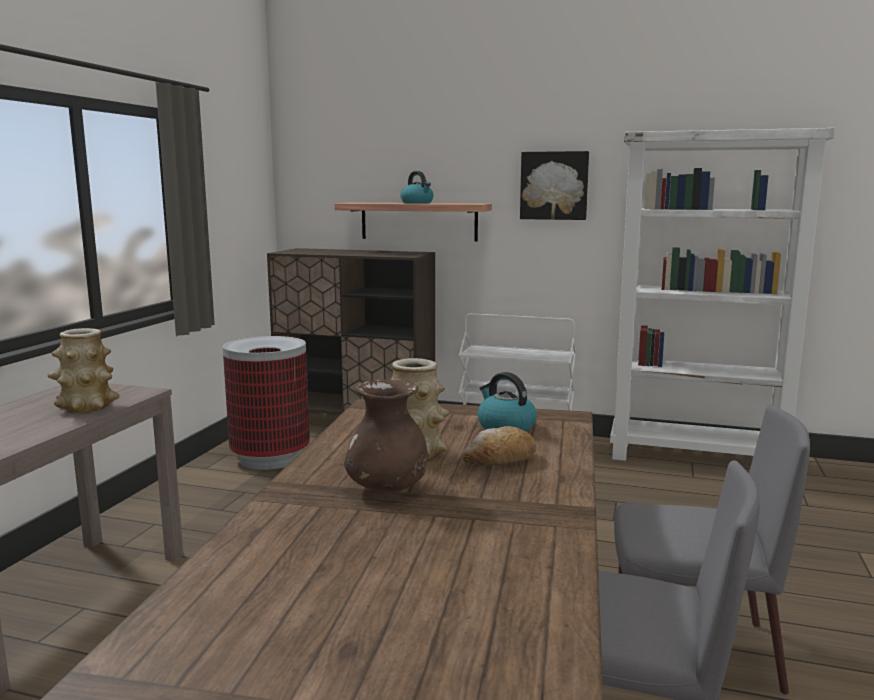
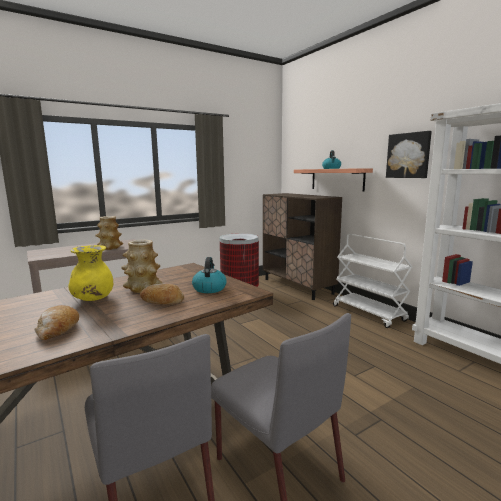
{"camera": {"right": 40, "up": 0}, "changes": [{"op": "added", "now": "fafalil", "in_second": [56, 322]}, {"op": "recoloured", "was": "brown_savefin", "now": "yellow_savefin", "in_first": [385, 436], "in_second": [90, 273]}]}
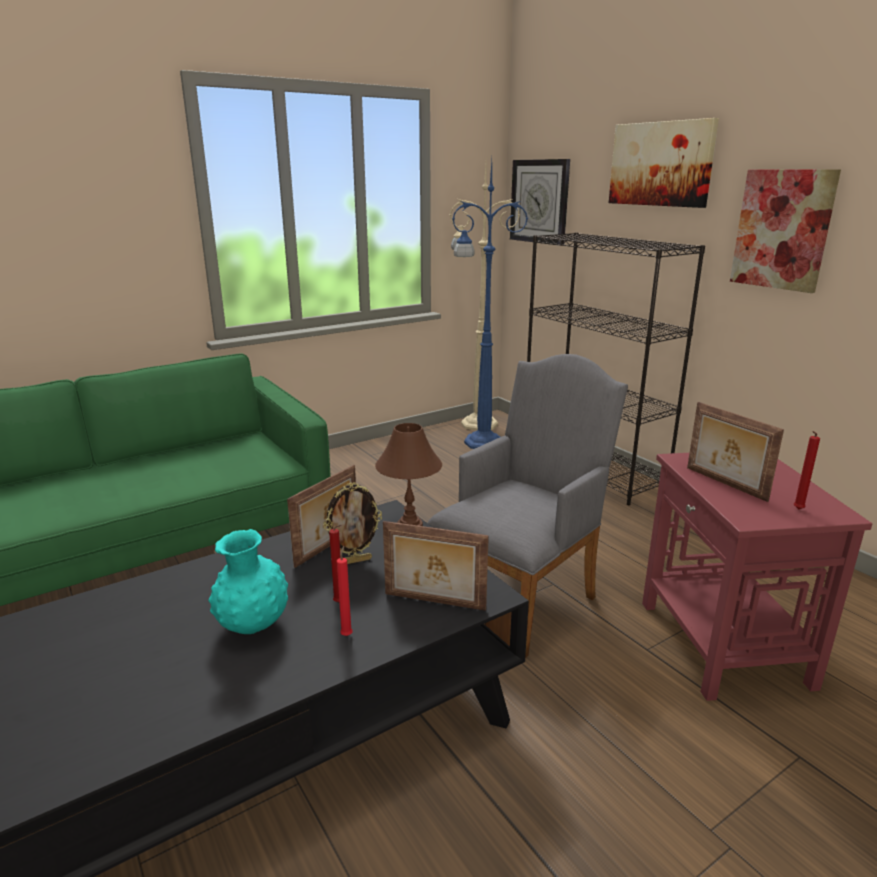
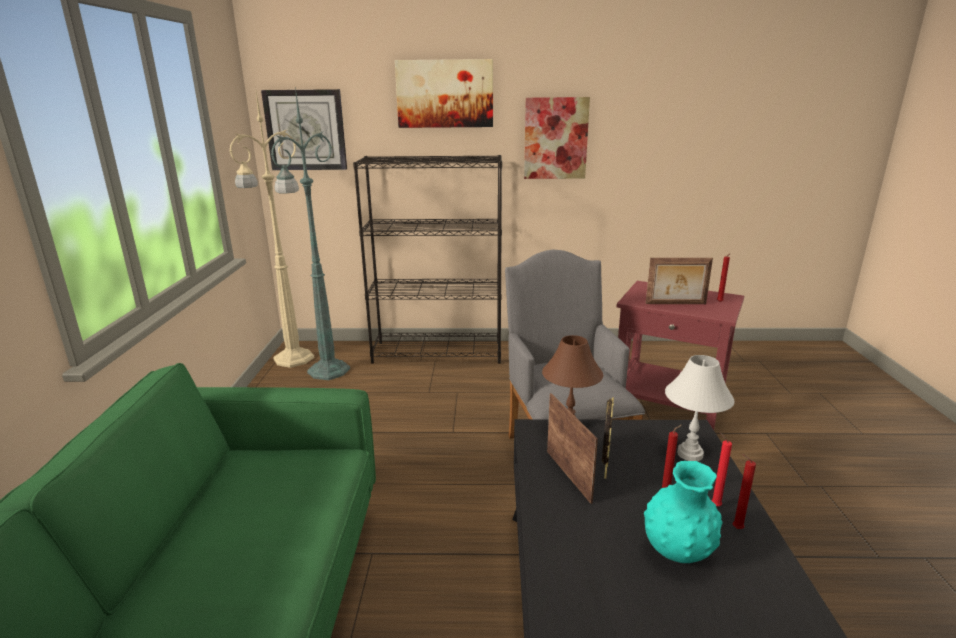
{"camera": {"right": -55, "up": 0}, "changes": [{"op": "recoloured", "was": "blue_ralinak", "now": "green_ralinak", "in_first": [490, 305], "in_second": [310, 233]}, {"op": "replaced", "was": "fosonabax", "now": "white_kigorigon", "in_first": [436, 566], "in_second": [700, 408]}, {"op": "added", "now": "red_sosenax", "in_second": [744, 491]}]}
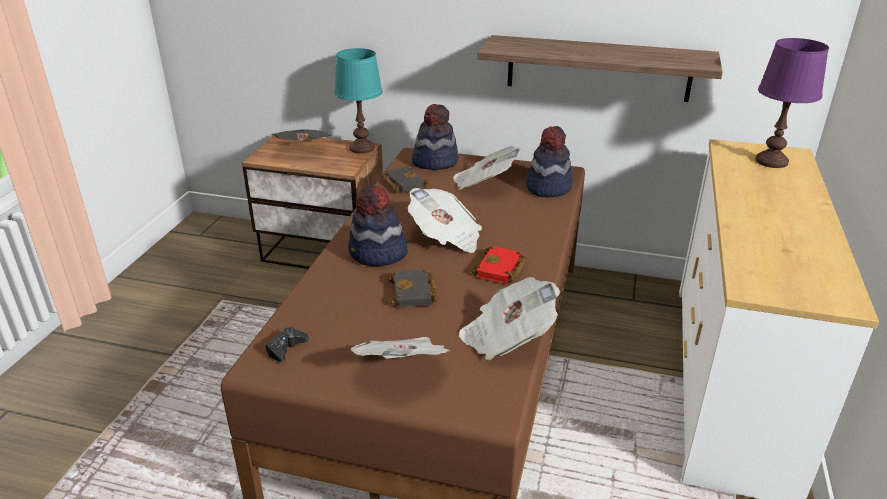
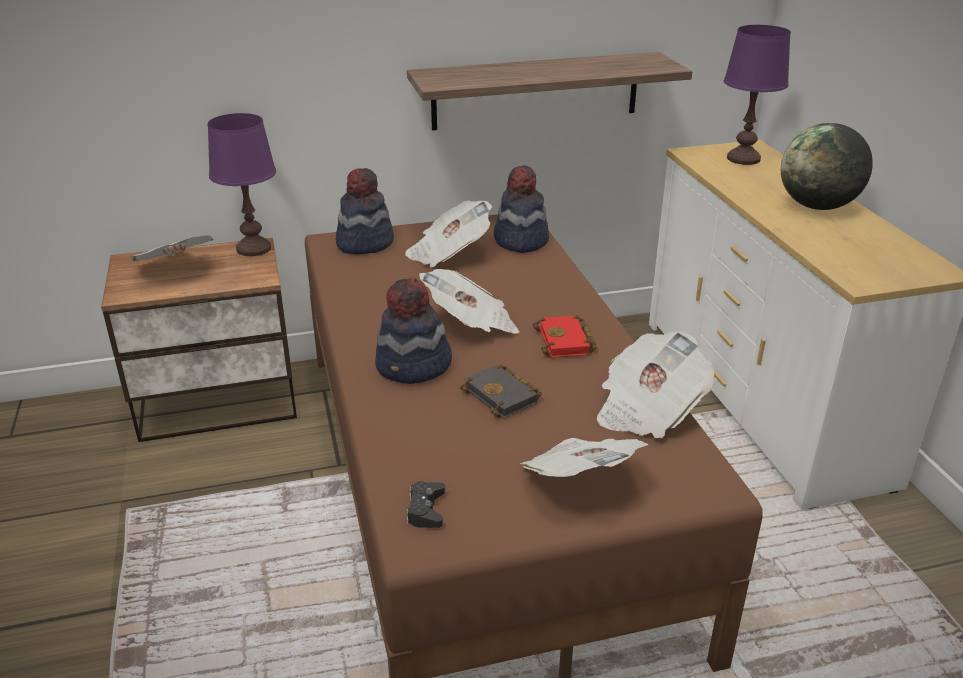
{"camera": {"right": -30, "up": 0}, "changes": [{"op": "recoloured", "was": "turquoise_kigorigon", "now": "purple_kigorigon", "in_first": [358, 101], "in_second": [241, 184]}, {"op": "added", "now": "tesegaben", "in_second": [827, 166]}, {"op": "removed", "was": "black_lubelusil", "in_first": [405, 179]}]}
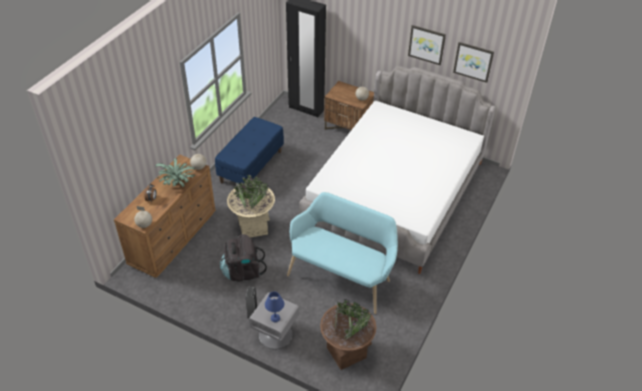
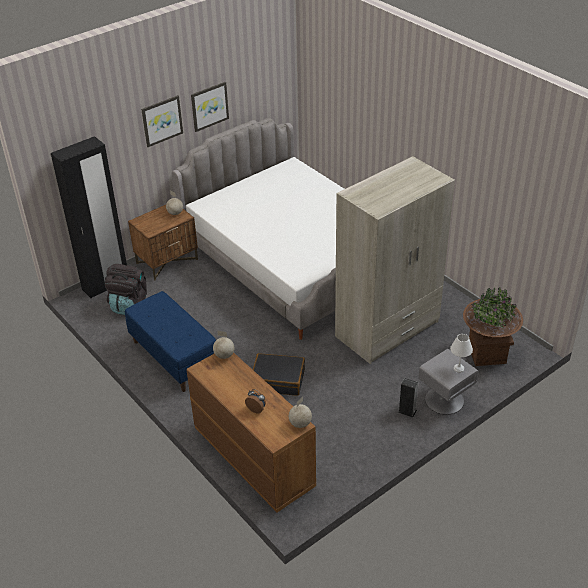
{"camera": {"right": -65, "up": -5}, "changes": [{"op": "moved", "was": "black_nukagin", "in_first": [243, 258], "in_second": [126, 289]}, {"op": "moved", "was": "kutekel", "in_first": [473, 62], "in_second": [162, 121]}, {"op": "replaced", "was": "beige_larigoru", "now": "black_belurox", "in_first": [251, 206], "in_second": [279, 374]}, {"op": "replaced", "was": "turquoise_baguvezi", "now": "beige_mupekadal", "in_first": [342, 253], "in_second": [395, 260]}, {"op": "recoloured", "was": "blue_kigorigon", "now": "white_kigorigon", "in_first": [274, 306], "in_second": [461, 353]}, {"op": "removed", "was": "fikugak", "in_first": [175, 172]}]}
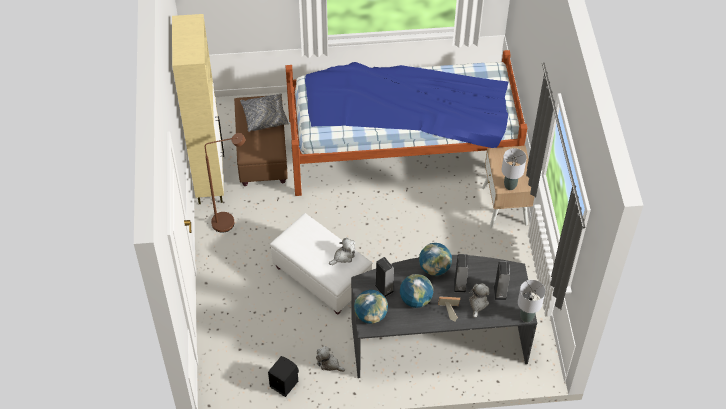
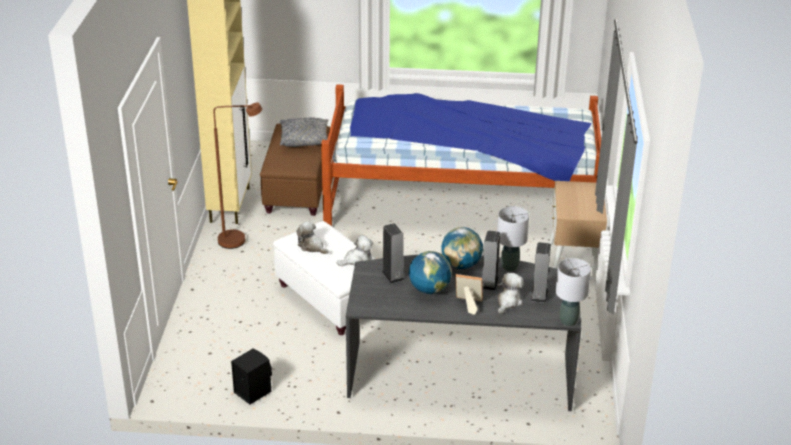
{"camera": {"right": 10, "up": -20}, "changes": [{"op": "moved", "was": "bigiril", "in_first": [330, 359], "in_second": [312, 237]}, {"op": "moved", "was": "grey_kigorigon", "in_first": [514, 169], "in_second": [513, 238]}, {"op": "removed", "was": "tesegaben", "in_first": [371, 307]}]}
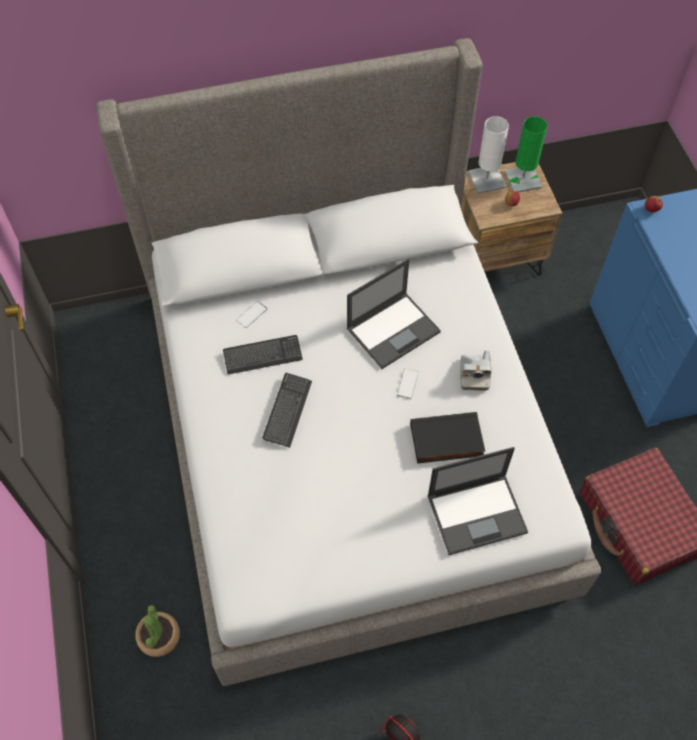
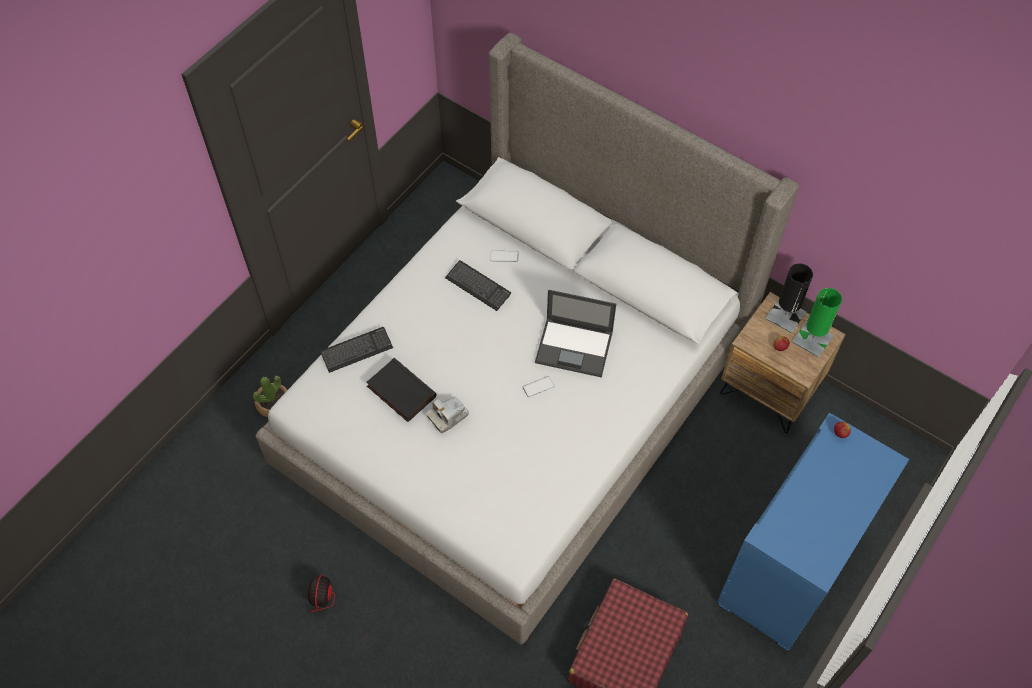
{"camera": {"right": 50, "up": 0}, "changes": [{"op": "moved", "was": "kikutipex", "in_first": [287, 410], "in_second": [356, 350]}, {"op": "moved", "was": "black_lubelusil", "in_first": [447, 438], "in_second": [401, 390]}, {"op": "moved", "was": "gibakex", "in_first": [476, 370], "in_second": [448, 414]}, {"op": "recoloured", "was": "white_kigorigon", "now": "black_kigorigon", "in_first": [488, 155], "in_second": [789, 298]}, {"op": "removed", "was": "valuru", "in_first": [477, 501]}]}
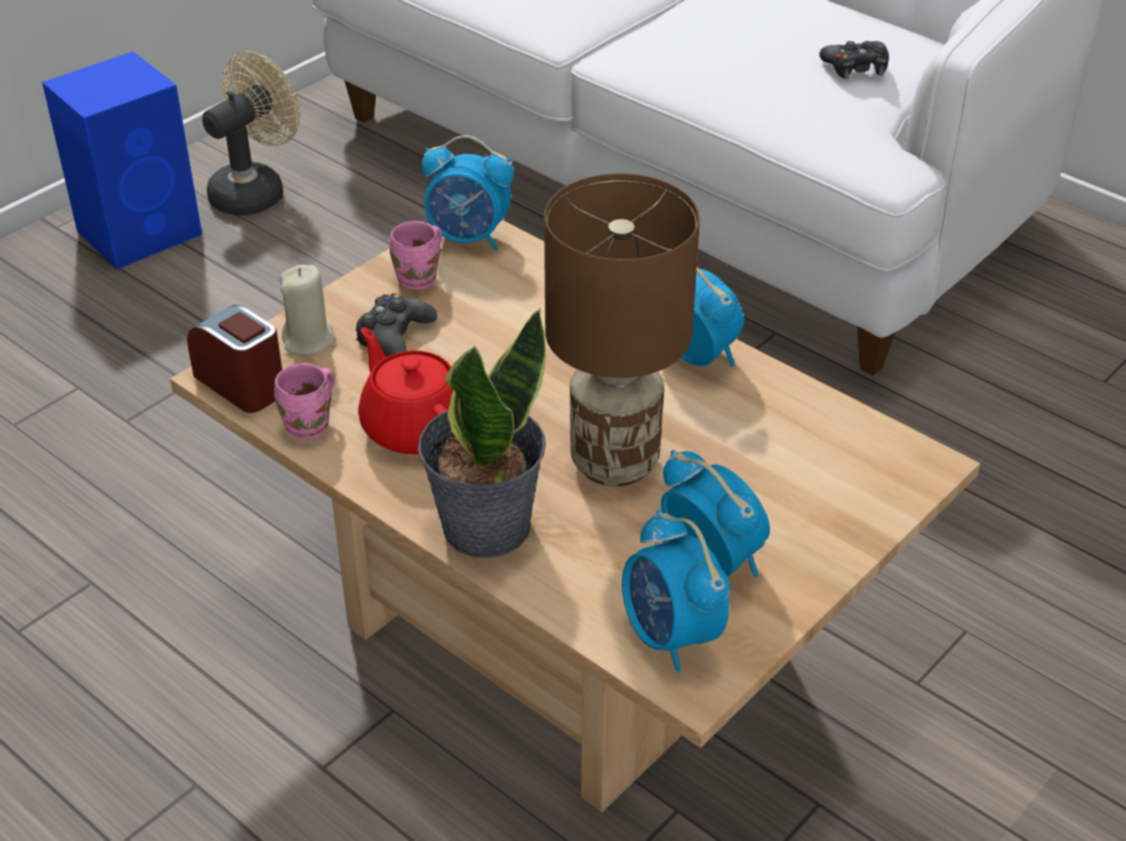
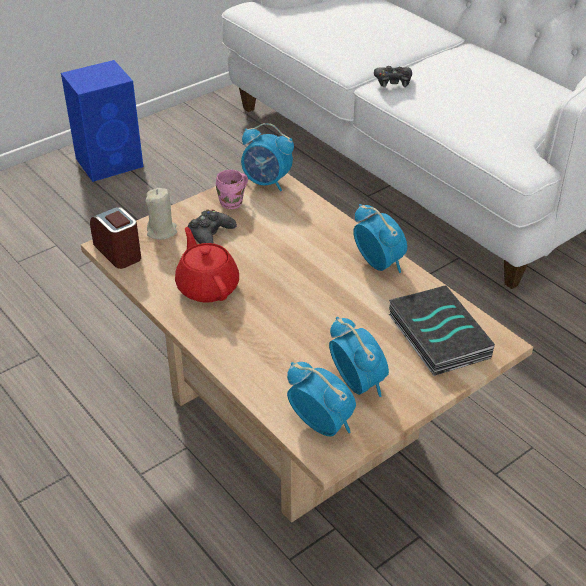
{"camera": {"right": 10, "up": 0}, "changes": [{"op": "turned", "was": "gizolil", "in_first": [676, 590], "in_second": [321, 399], "clockwise": 150}, {"op": "moved", "was": "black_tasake", "in_first": [854, 60], "in_second": [393, 76]}, {"op": "added", "now": "lubelusil", "in_second": [442, 330]}, {"op": "removed", "was": "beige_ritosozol", "in_first": [251, 134]}, {"op": "removed", "was": "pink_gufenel", "in_first": [304, 401]}, {"op": "removed", "was": "fikugak", "in_first": [482, 433]}, {"op": "removed", "was": "brown_kigorigon", "in_first": [622, 330]}]}
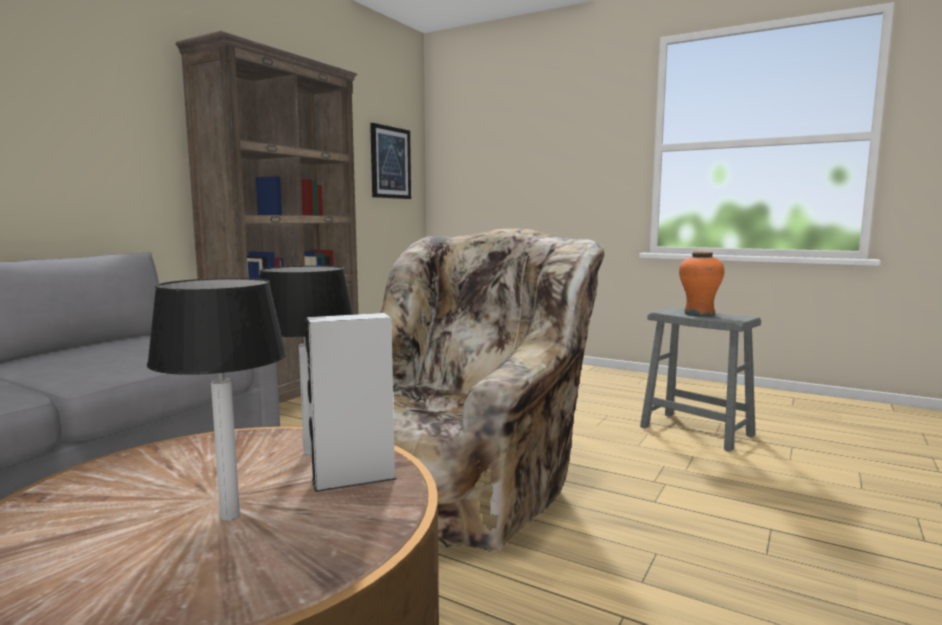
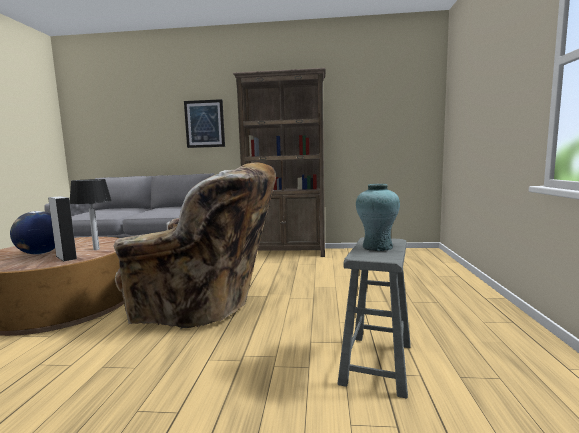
{"camera": {"right": 65, "up": 0}, "changes": [{"op": "replaced", "was": "kigorigon", "now": "tesegaben", "in_first": [216, 399], "in_second": [32, 232]}, {"op": "moved", "was": "kutekel", "in_first": [390, 161], "in_second": [204, 123]}, {"op": "recoloured", "was": "orange_savefin", "now": "turquoise_savefin", "in_first": [702, 284], "in_second": [378, 217]}]}
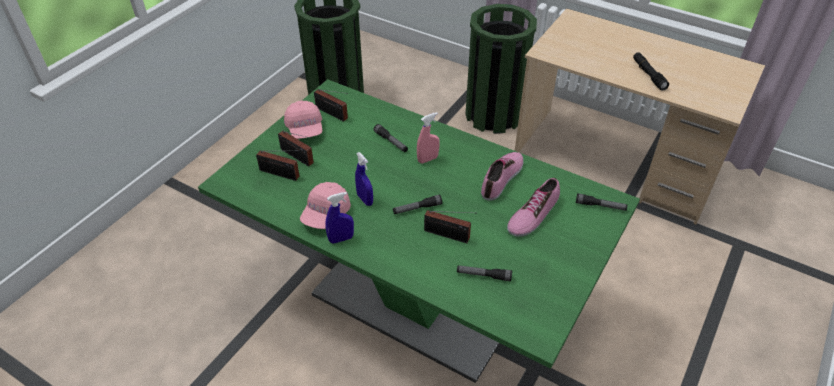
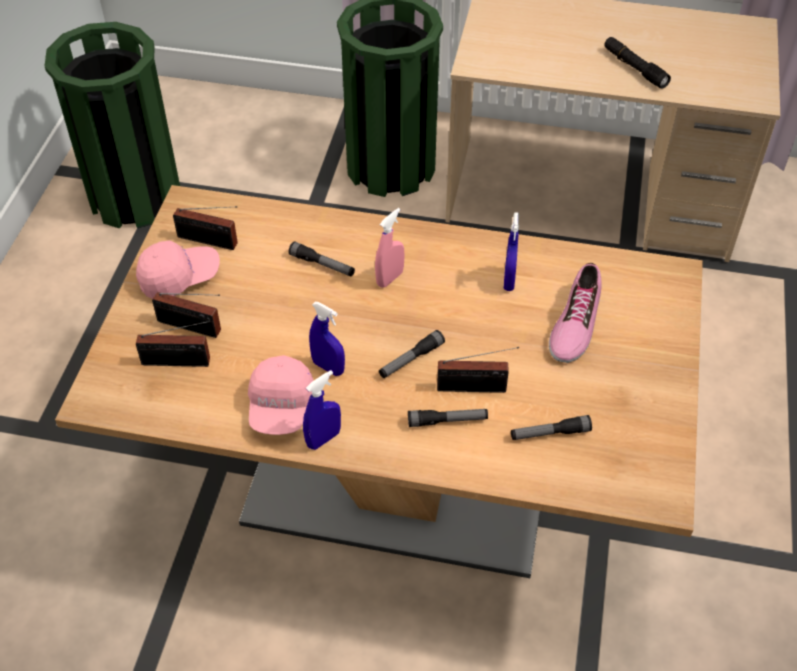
{"camera": {"right": -20, "up": 5}, "changes": [{"op": "recoloured", "was": "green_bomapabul", "now": "brown_bomapabul", "in_first": [419, 231], "in_second": [379, 381]}, {"op": "turned", "was": "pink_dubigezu", "in_first": [303, 120], "in_second": [178, 270], "clockwise": -75}, {"op": "moved", "was": "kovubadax", "in_first": [602, 202], "in_second": [448, 418]}, {"op": "replaced", "was": "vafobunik", "now": "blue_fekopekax", "in_first": [502, 176], "in_second": [511, 251]}]}
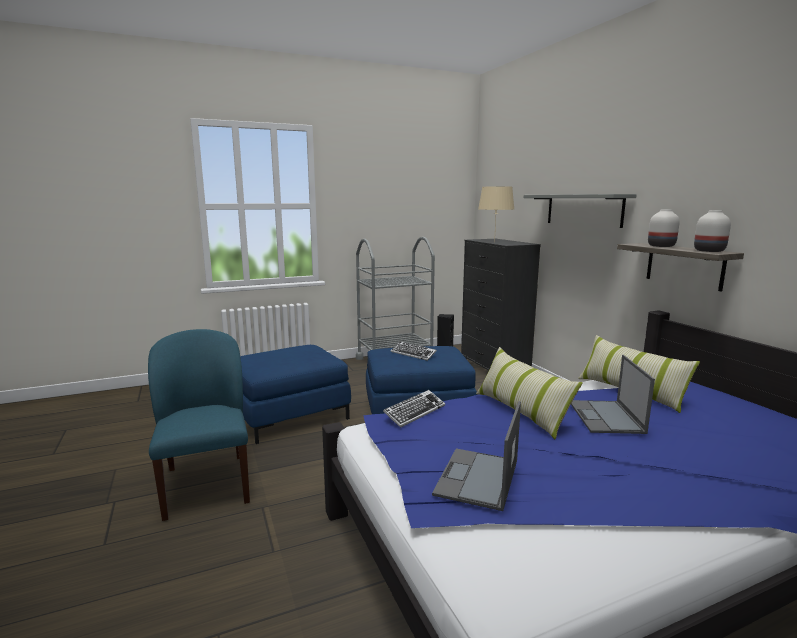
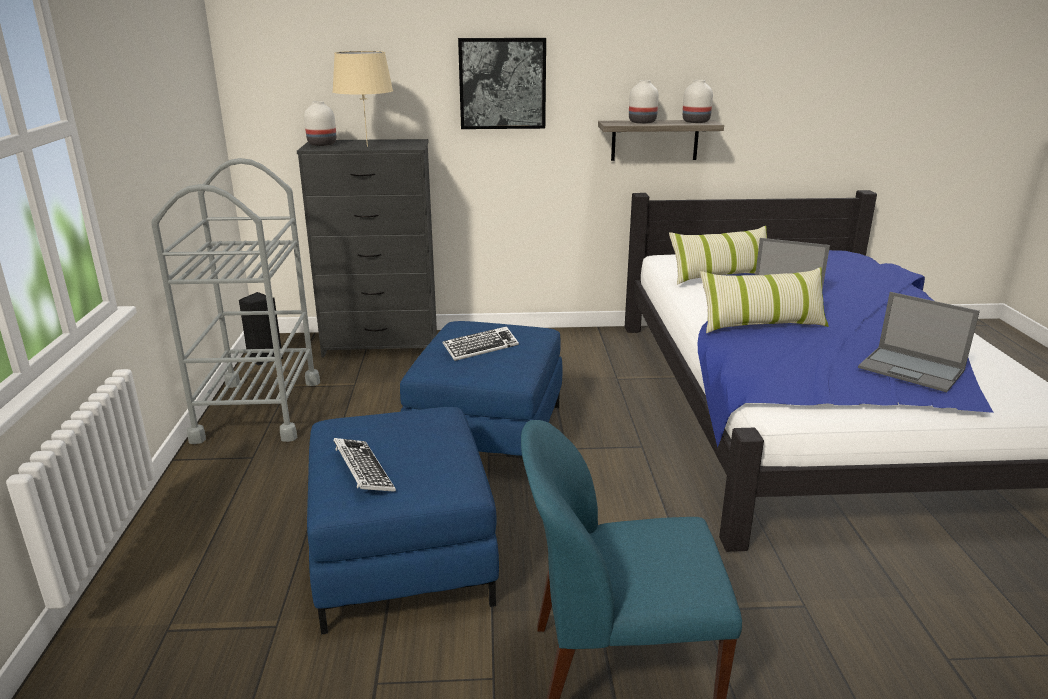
{"camera": {"right": -70, "up": 10}, "changes": [{"op": "added", "now": "white_savefin", "in_second": [320, 123]}, {"op": "moved", "was": "kikutipex", "in_first": [414, 409], "in_second": [365, 465]}, {"op": "replaced", "was": "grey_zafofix", "now": "kutekel", "in_first": [580, 211], "in_second": [502, 83]}]}
